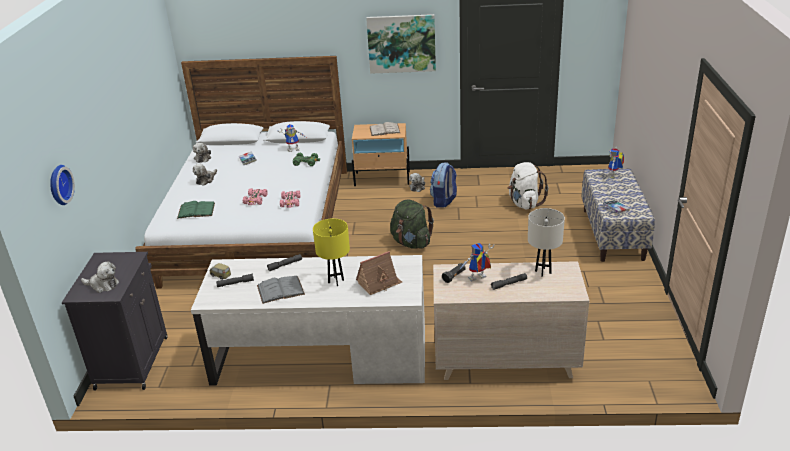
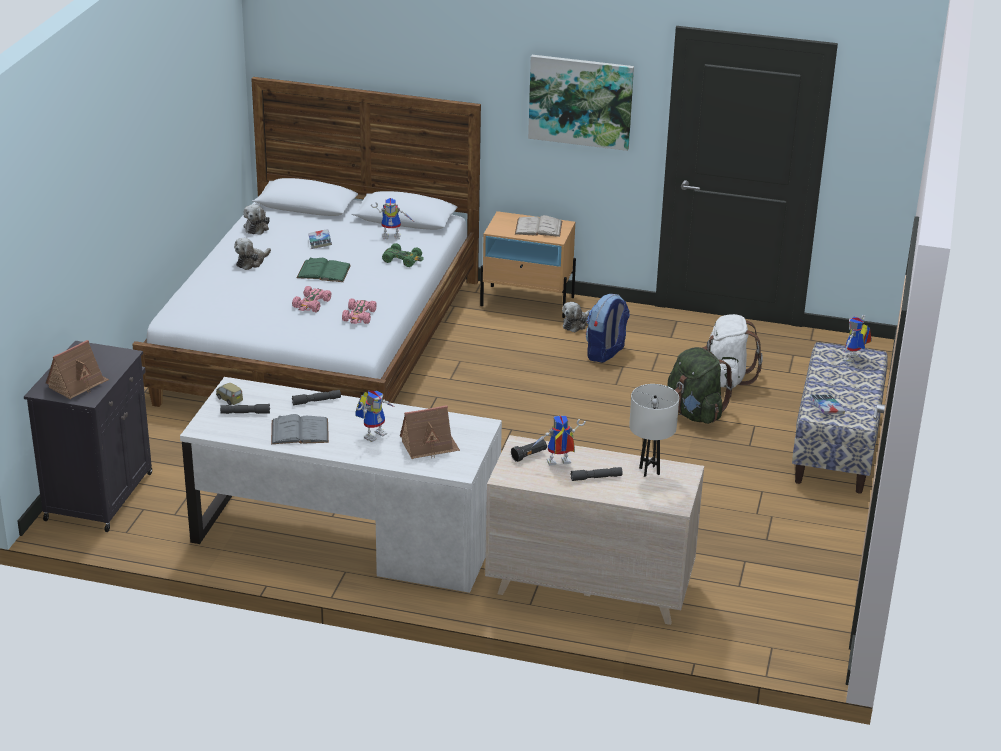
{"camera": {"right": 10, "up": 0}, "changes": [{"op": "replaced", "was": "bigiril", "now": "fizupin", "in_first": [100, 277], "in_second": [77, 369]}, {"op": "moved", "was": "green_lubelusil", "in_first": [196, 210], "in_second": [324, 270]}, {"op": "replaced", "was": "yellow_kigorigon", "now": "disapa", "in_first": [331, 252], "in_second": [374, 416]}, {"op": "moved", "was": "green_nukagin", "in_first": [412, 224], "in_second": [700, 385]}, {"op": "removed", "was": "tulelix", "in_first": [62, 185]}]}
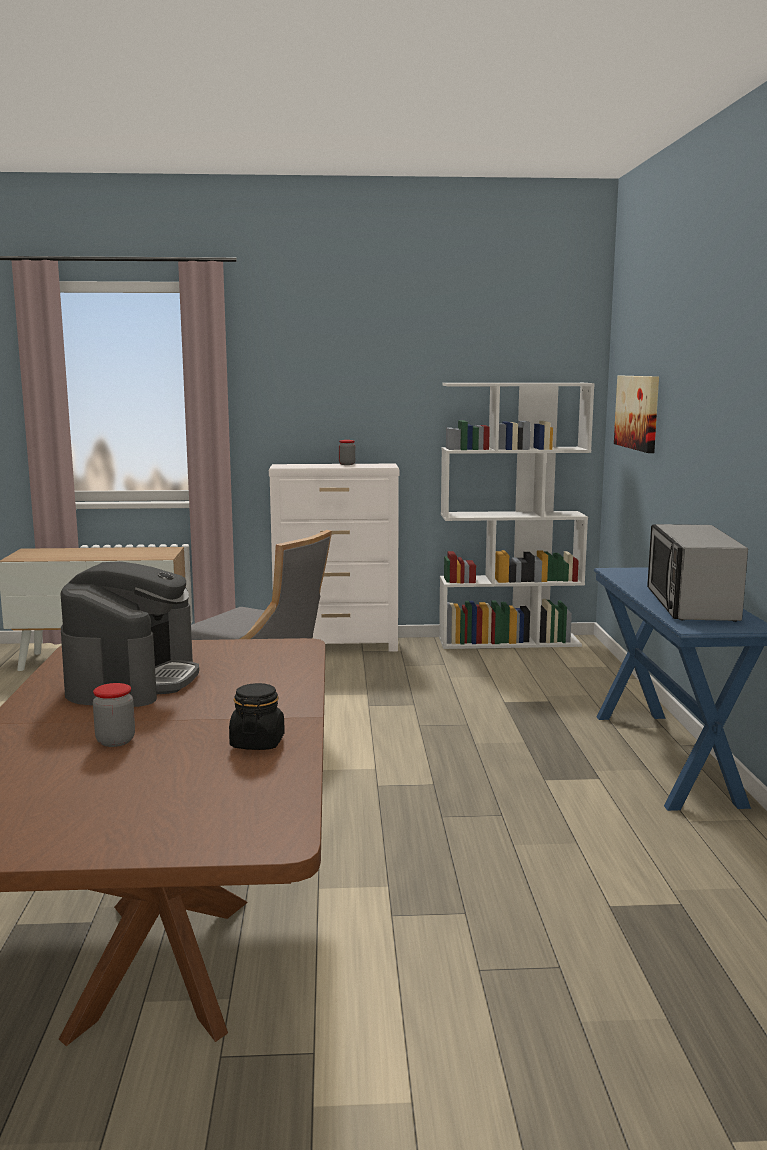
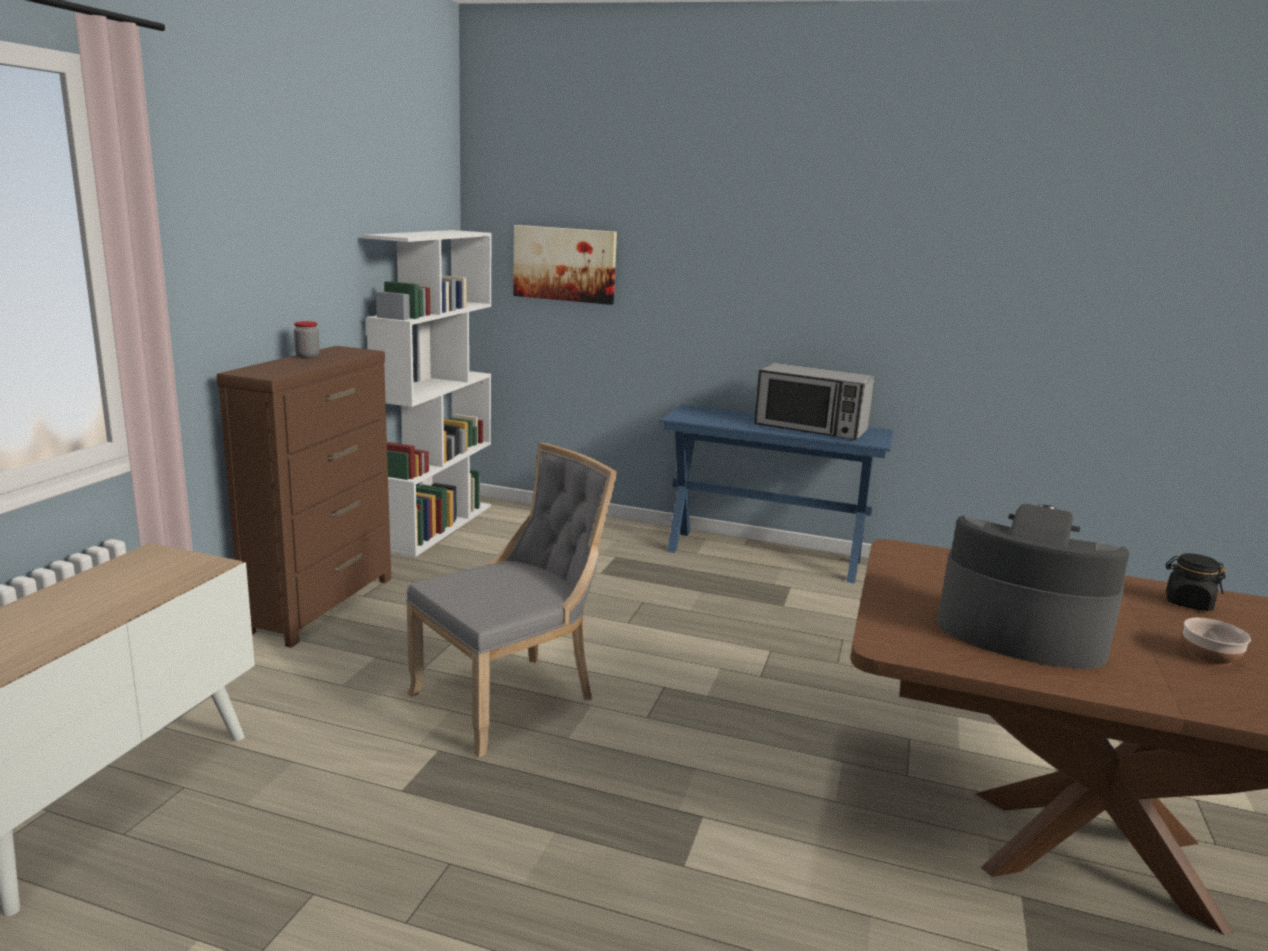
{"camera": {"right": -70, "up": 5}, "changes": [{"op": "recoloured", "was": "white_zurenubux", "now": "brown_zurenubux", "in_first": [334, 558], "in_second": [303, 497]}, {"op": "replaced", "was": "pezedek", "now": "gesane", "in_first": [114, 715], "in_second": [1216, 642]}]}
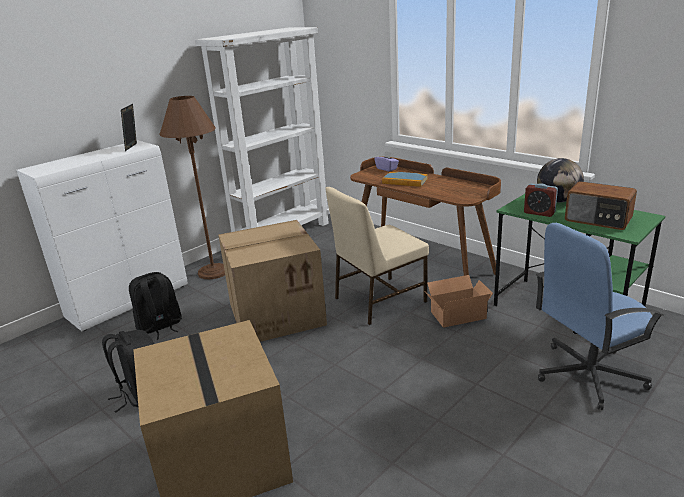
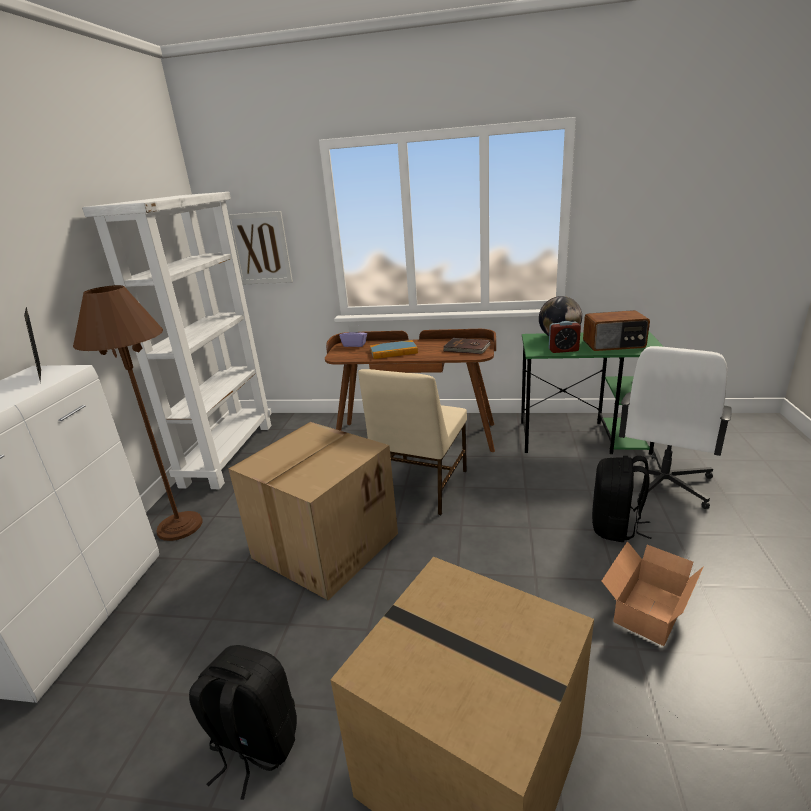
{"camera": {"right": -35, "up": 0}, "changes": [{"op": "added", "now": "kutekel", "in_second": [260, 247]}, {"op": "added", "now": "brown_lubelusil", "in_second": [466, 346]}, {"op": "moved", "was": "black_nukagin", "in_first": [155, 306], "in_second": [621, 499]}, {"op": "moved", "was": "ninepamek", "in_first": [459, 301], "in_second": [653, 593]}, {"op": "recoloured", "was": "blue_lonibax", "now": "white_lonibax", "in_first": [600, 316], "in_second": [675, 427]}]}
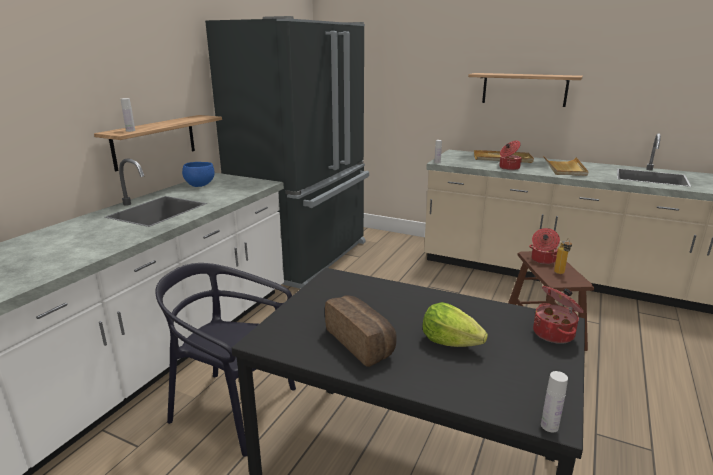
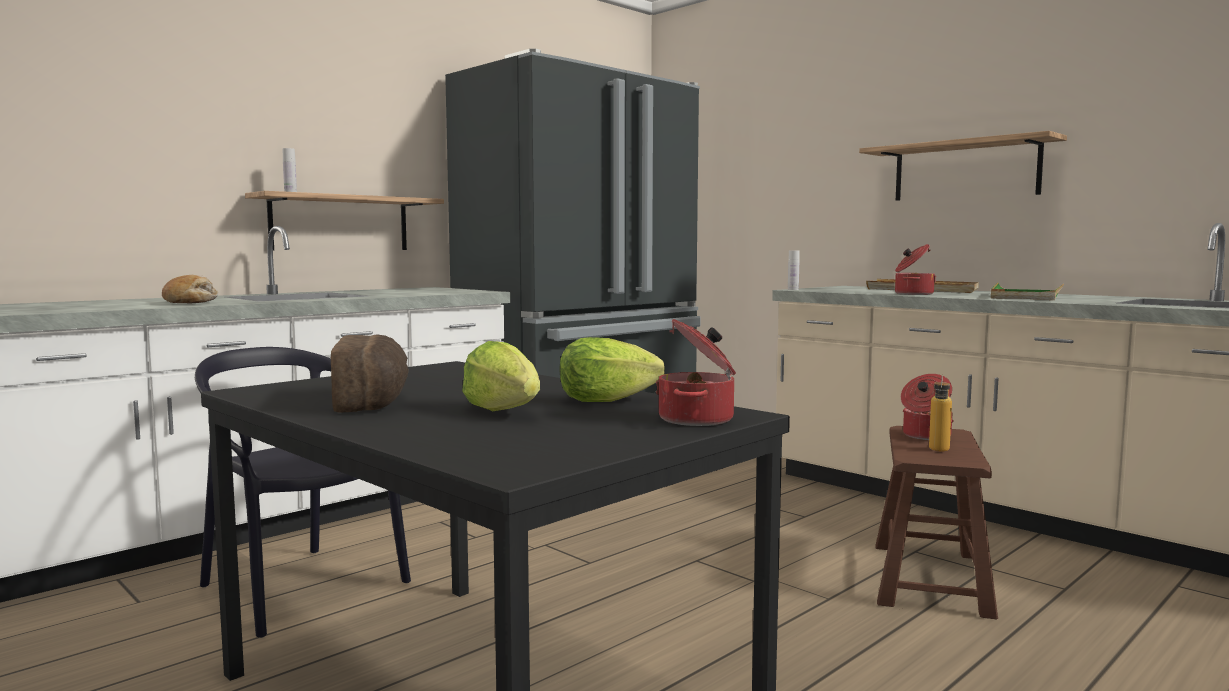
{"camera": {"right": 20, "up": -15}, "changes": [{"op": "added", "now": "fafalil", "in_second": [190, 289]}, {"op": "added", "now": "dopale", "in_second": [612, 369]}, {"op": "recoloured", "was": "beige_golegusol", "now": "green_golegusol", "in_first": [566, 166], "in_second": [1027, 291]}, {"op": "removed", "was": "blue_gesane", "in_first": [198, 174]}, {"op": "removed", "was": "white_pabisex", "in_first": [554, 402]}]}
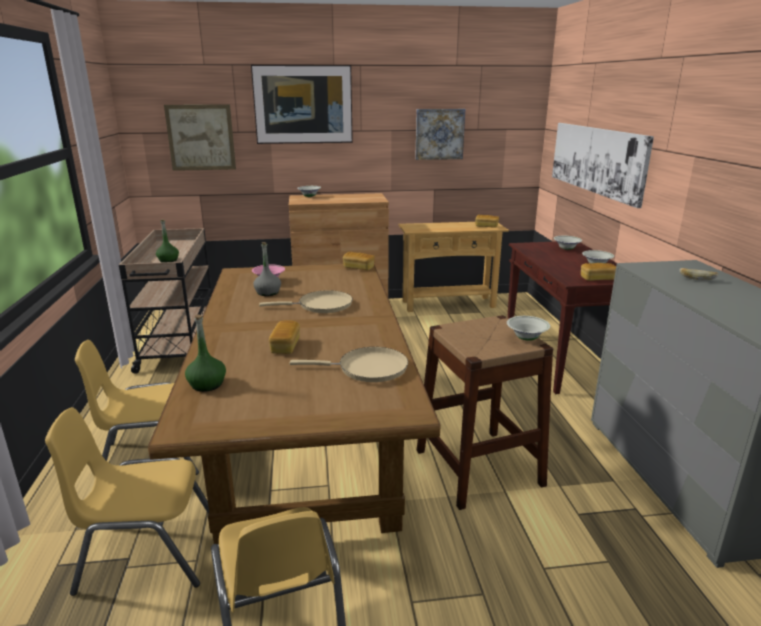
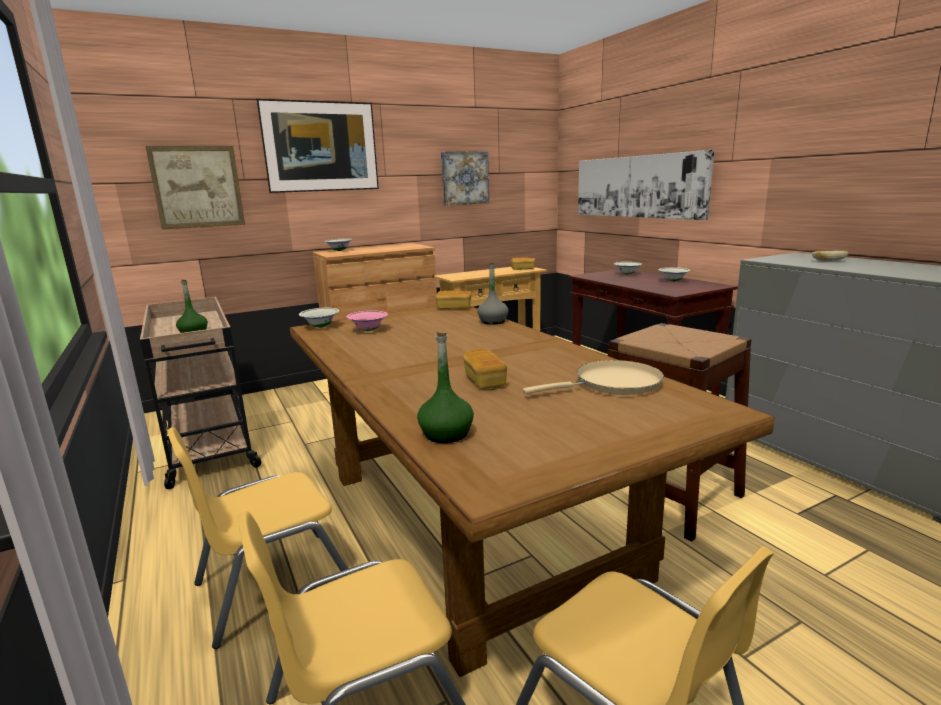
{"camera": {"right": -20, "up": -5}, "changes": [{"op": "moved", "was": "white_gesane", "in_first": [528, 328], "in_second": [319, 318]}, {"op": "moved", "was": "grey_pabisex", "in_first": [267, 269], "in_second": [492, 294]}, {"op": "removed", "was": "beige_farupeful", "in_first": [306, 301]}, {"op": "removed", "was": "fafalil", "in_first": [598, 272]}]}
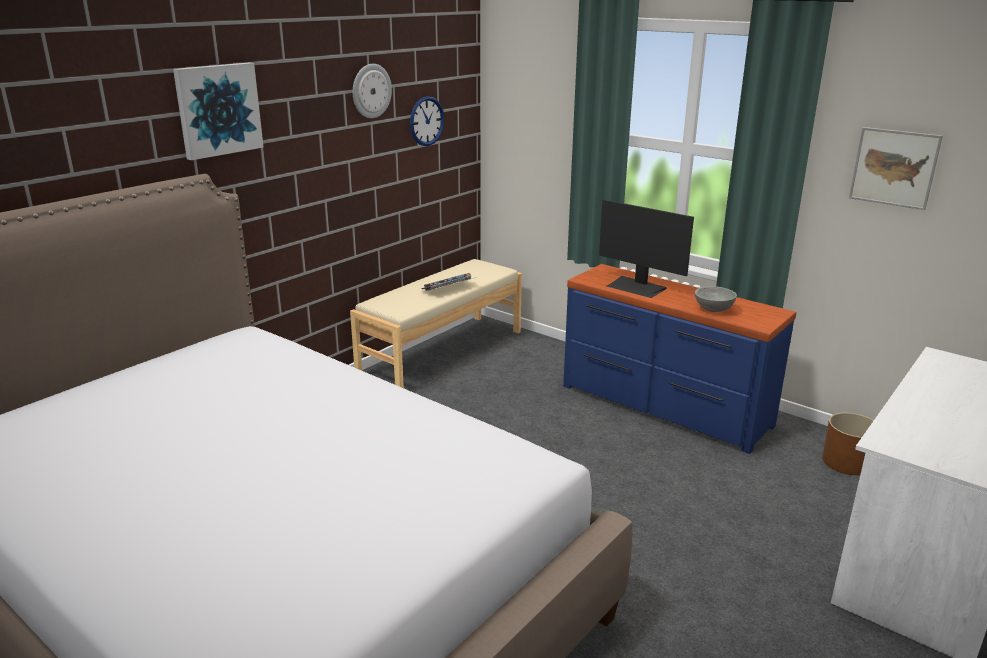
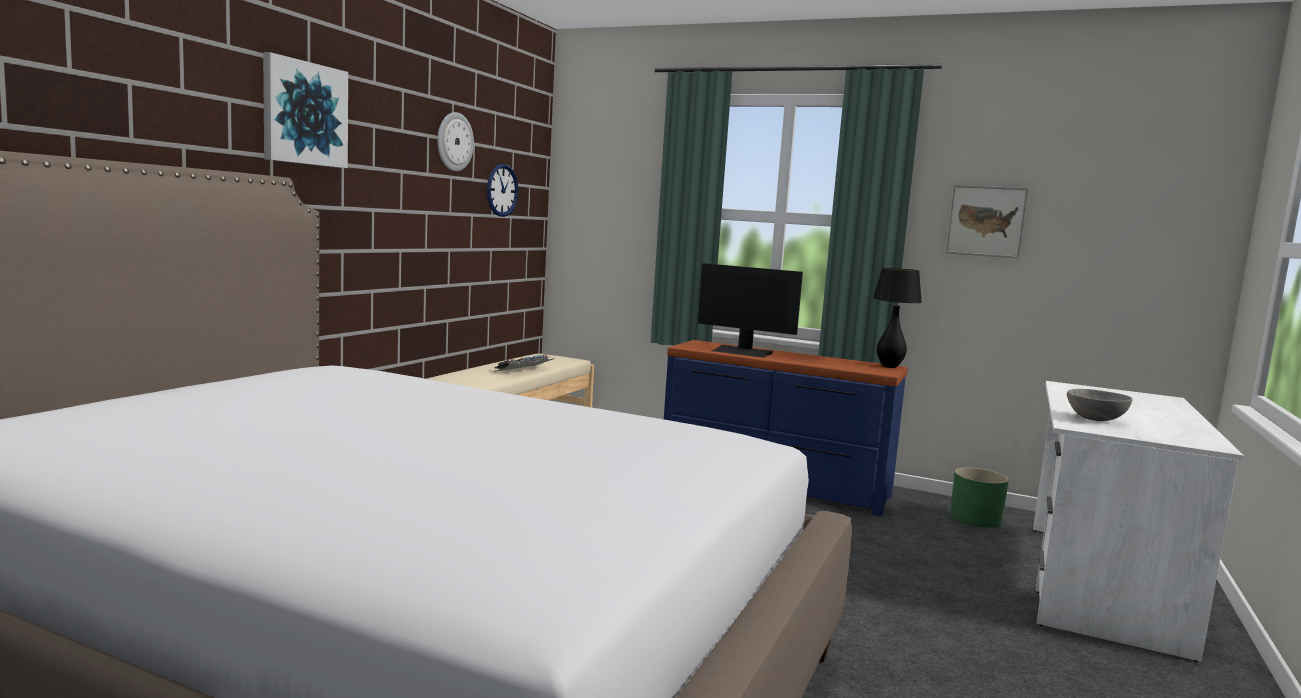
{"camera": {"right": -15, "up": -15}, "changes": [{"op": "added", "now": "black_kigorigon", "in_second": [897, 318]}, {"op": "recoloured", "was": "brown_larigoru", "now": "green_larigoru", "in_first": [848, 443], "in_second": [979, 497]}, {"op": "moved", "was": "grey_gesane", "in_first": [715, 299], "in_second": [1100, 405]}]}
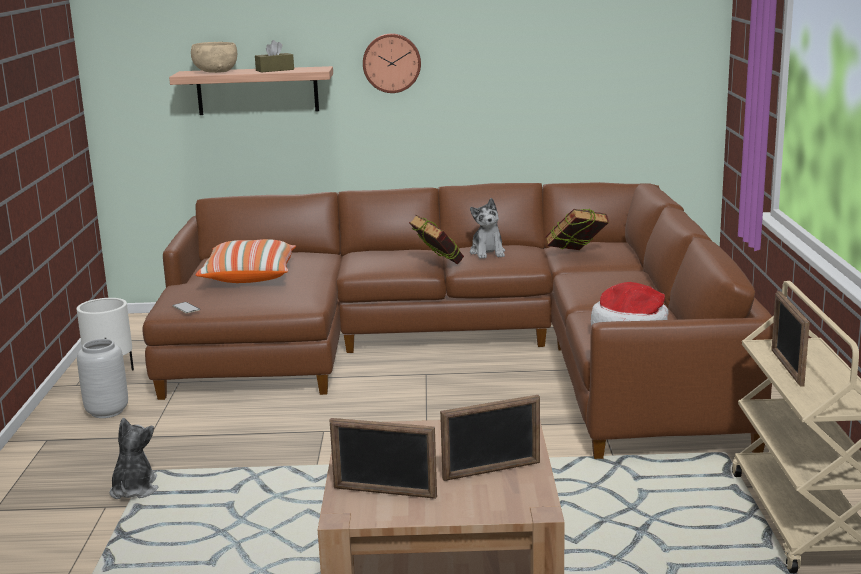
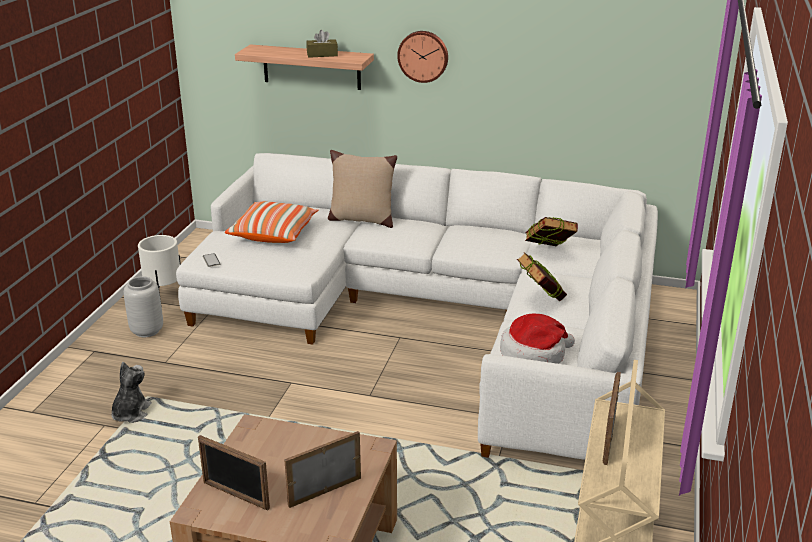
{"camera": {"right": 15, "up": 10}, "changes": [{"op": "recoloured", "was": "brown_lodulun", "now": "white_lodulun", "in_first": [457, 320], "in_second": [417, 306]}, {"op": "turned", "was": "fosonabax", "in_first": [490, 438], "in_second": [322, 469], "clockwise": 150}, {"op": "added", "now": "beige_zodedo", "in_second": [362, 189]}, {"op": "moved", "was": "lubelusil", "in_first": [436, 239], "in_second": [542, 276]}, {"op": "removed", "was": "beige_gesane", "in_first": [214, 57]}, {"op": "removed", "was": "bigiril", "in_first": [487, 228]}]}
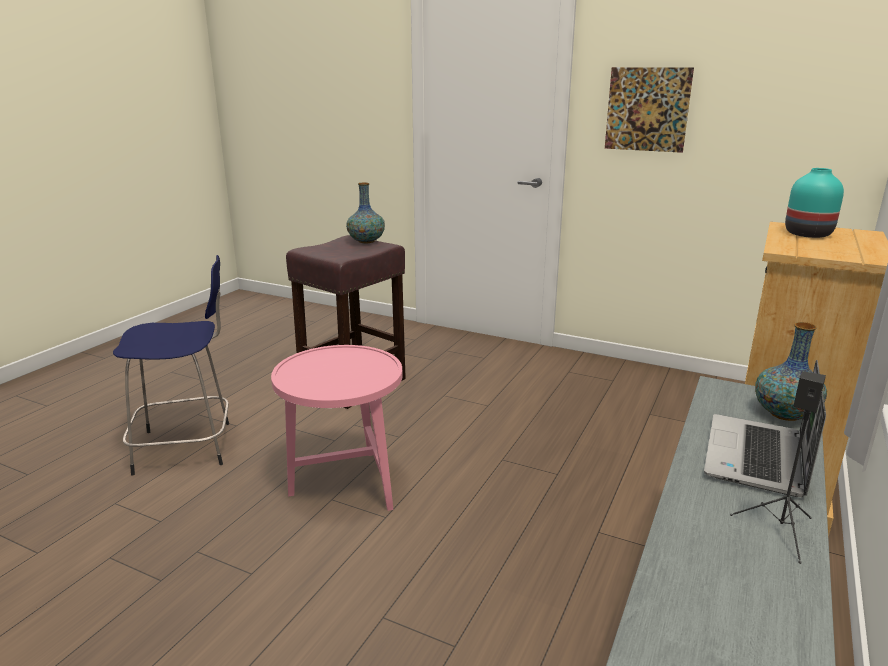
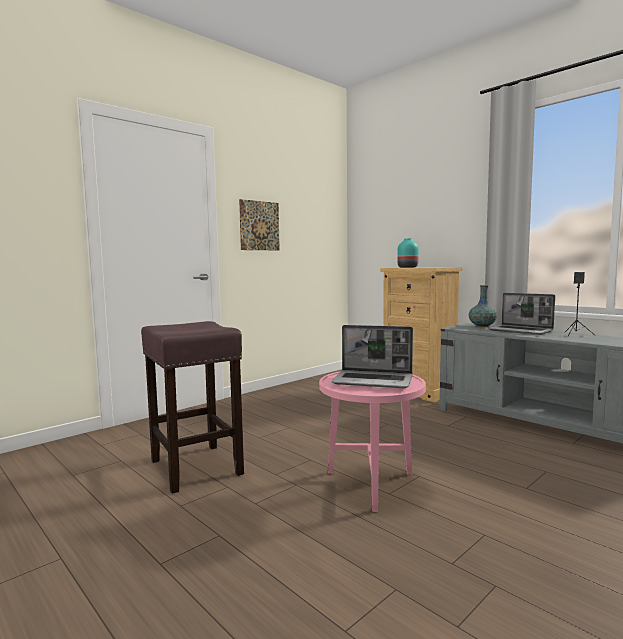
{"camera": {"right": -70, "up": -15}, "changes": [{"op": "added", "now": "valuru", "in_second": [372, 356]}, {"op": "removed", "was": "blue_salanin", "in_first": [171, 365]}, {"op": "removed", "was": "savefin", "in_first": [365, 213]}]}
